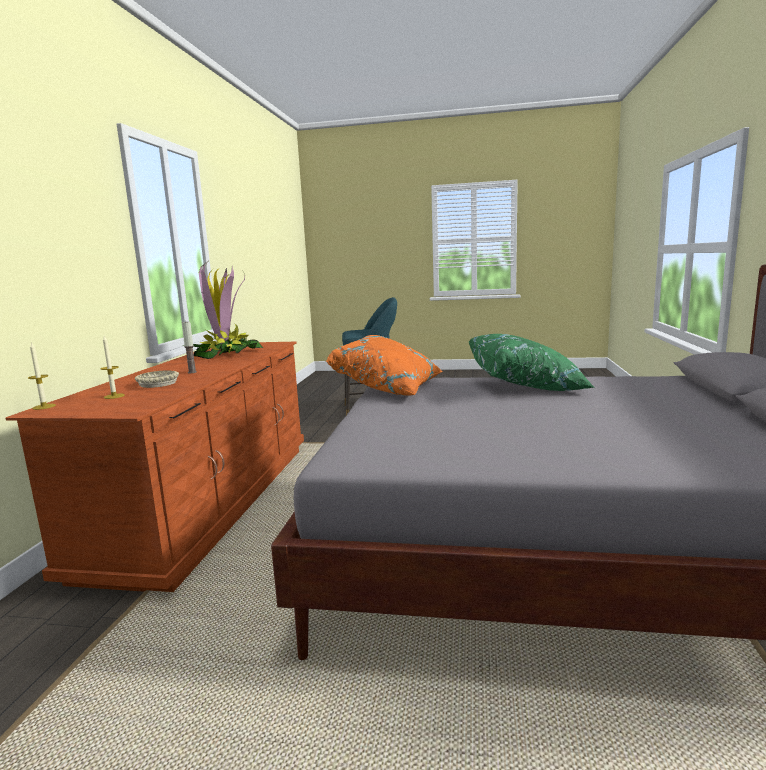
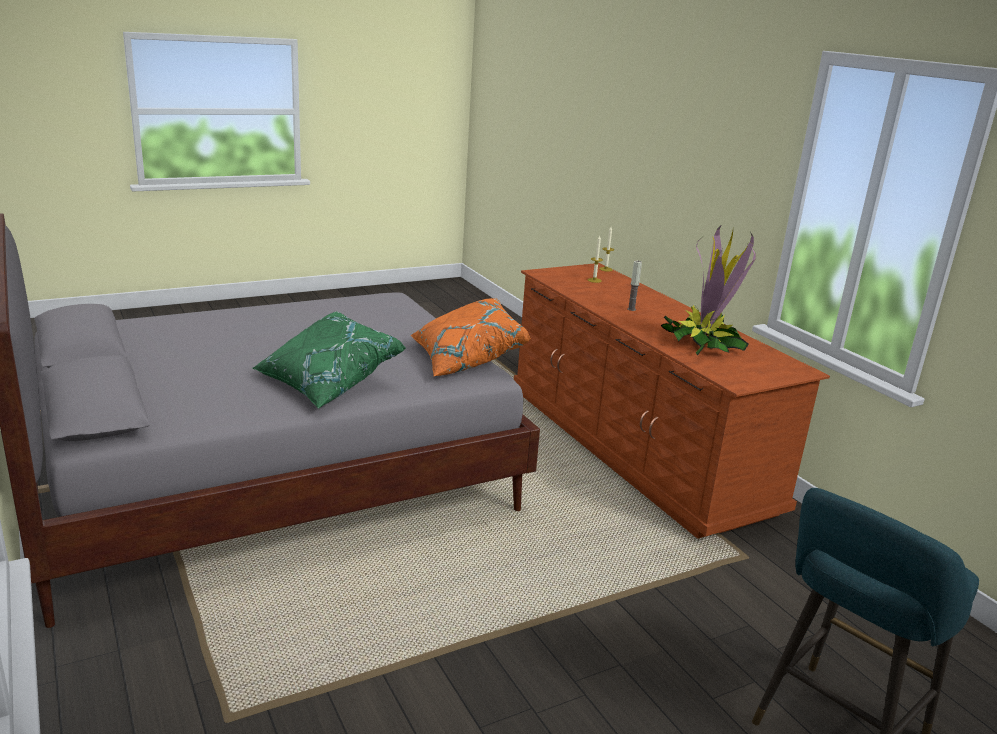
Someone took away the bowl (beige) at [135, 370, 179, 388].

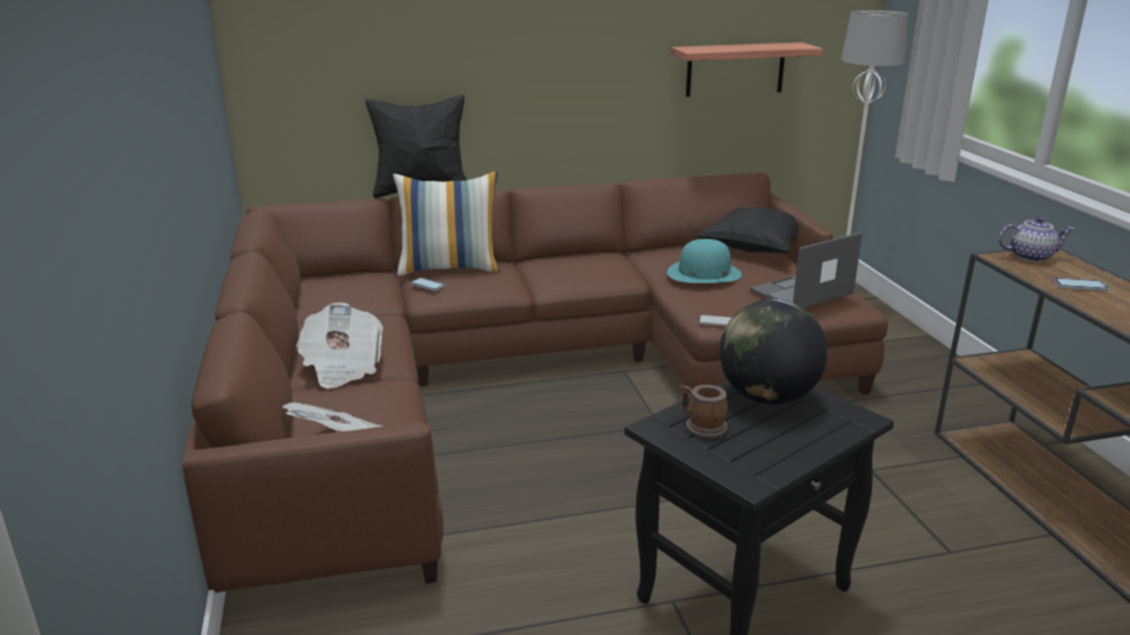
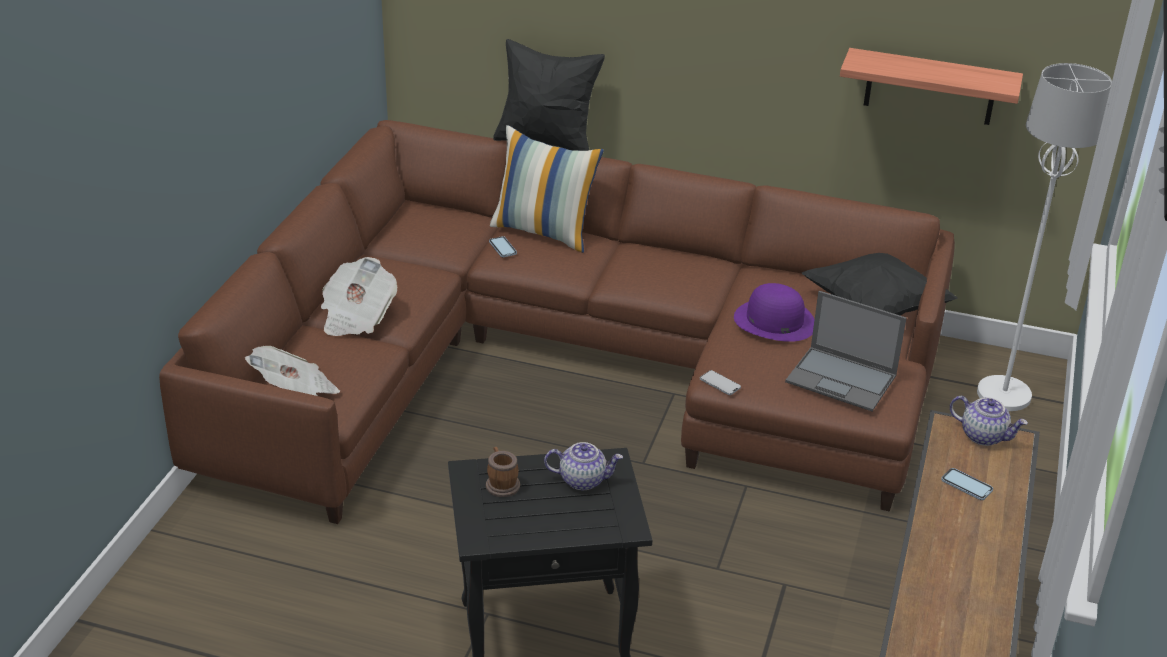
Someone swapped the globe at [719, 299, 828, 405] for the teapot at [544, 442, 623, 490]. Someone repainted the hat (turquoise) at [667, 239, 742, 283], which became the hat (purple) at [734, 283, 815, 342]. Someone rotated the laptop at [750, 232, 862, 308] by 150 degrees counterclockwise.

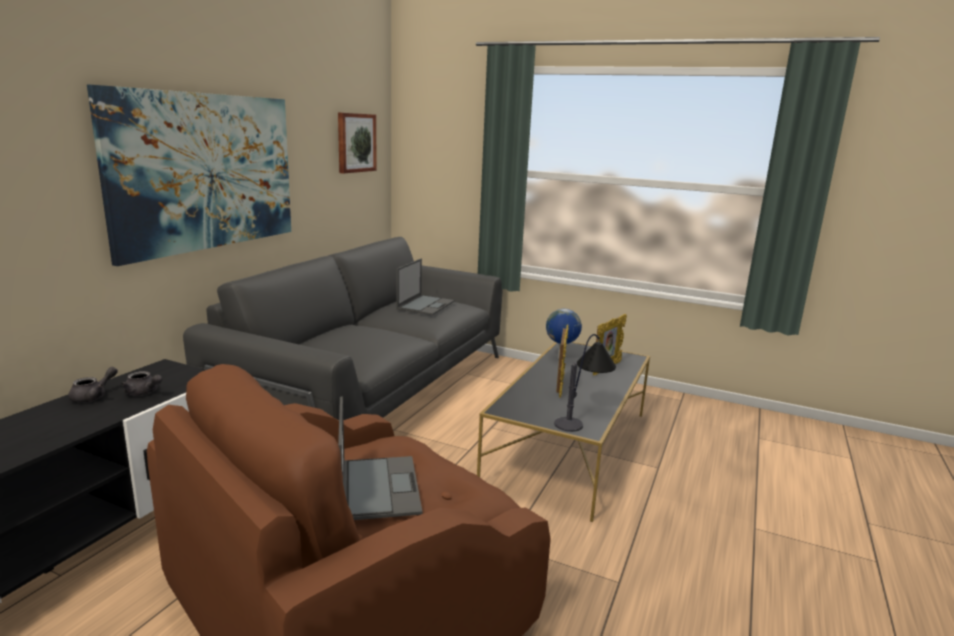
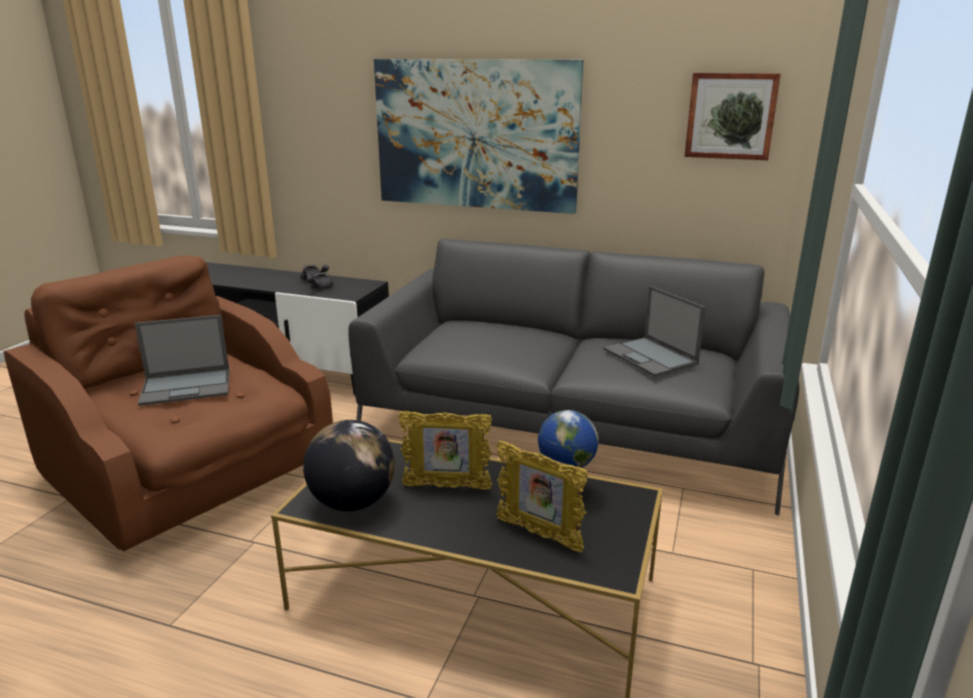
Someone swapped the table lamp at [554, 334, 616, 432] for the globe at [303, 420, 395, 511]. Someone rotated the laptop at [396, 259, 454, 315] by 45 degrees clockwise.

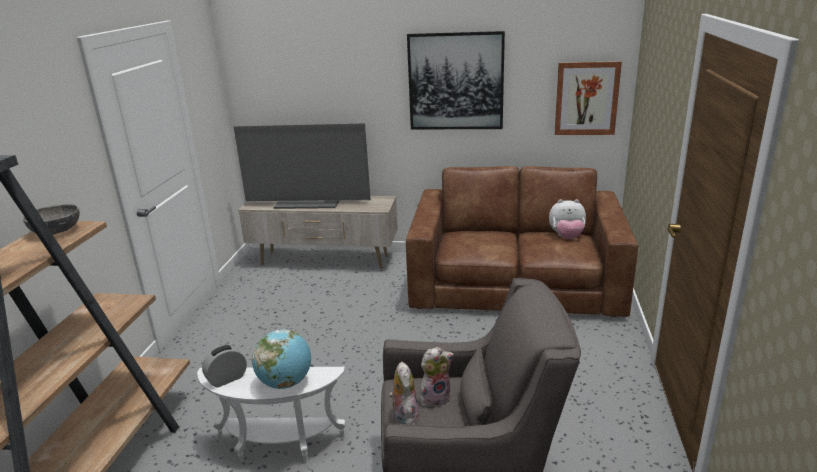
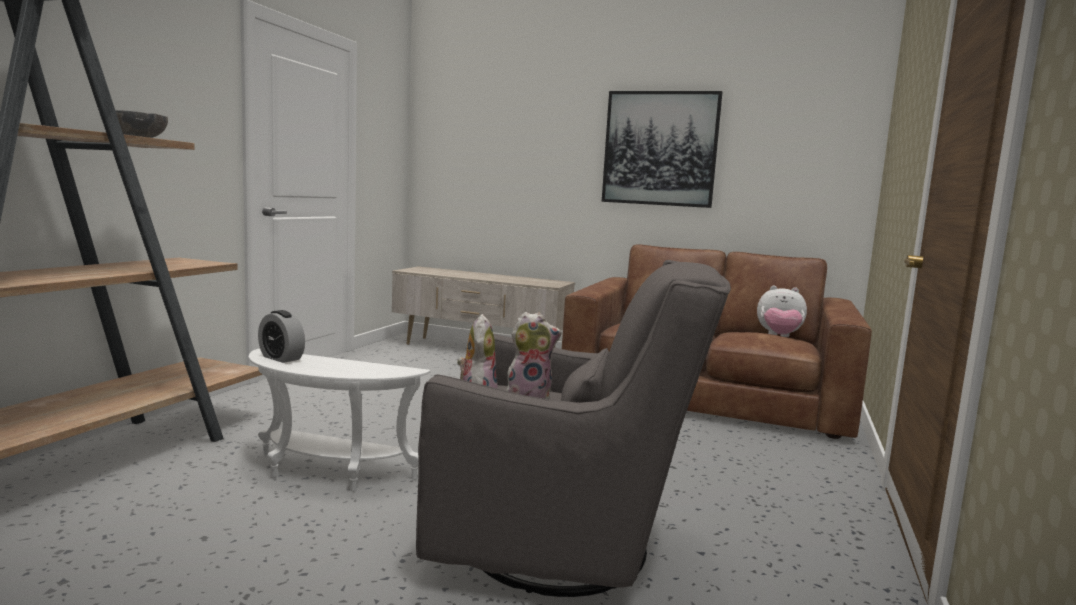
Someone rotated the alarm clock at [202, 345, 247, 388] by 120 degrees counterclockwise. Someone took away the television at [233, 123, 371, 209]. Someone took away the globe at [252, 329, 311, 389]. Someone took away the picture at [554, 61, 622, 135].

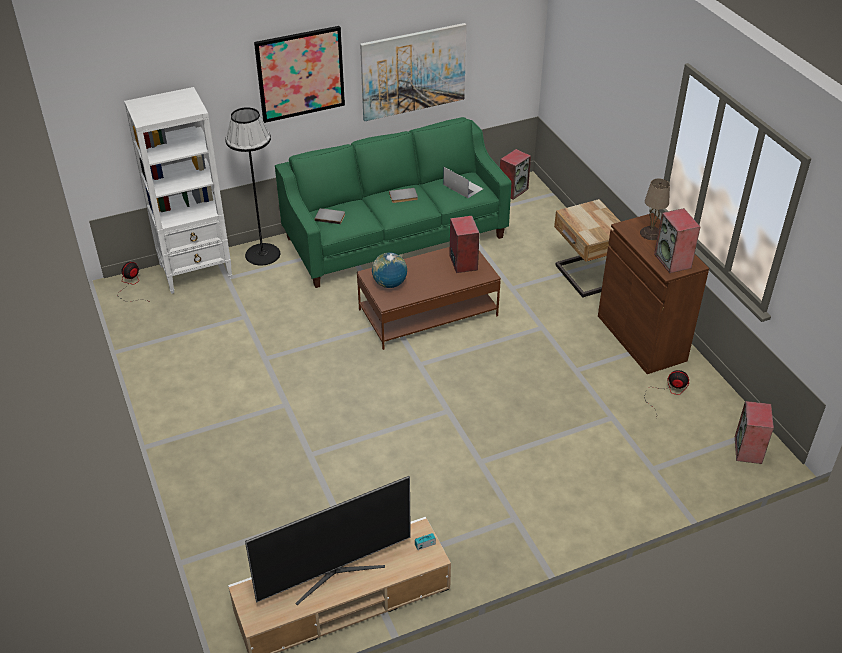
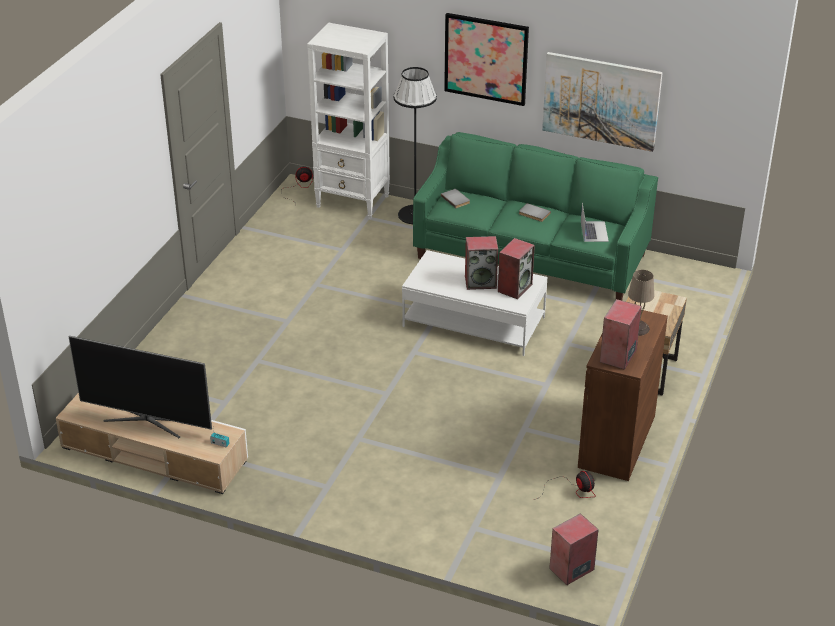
Someone repainted the coffee table (brown) at [357, 247, 501, 350], which became the coffee table (white) at [402, 250, 548, 356]. Someone carried the speaker from [500, 149, 531, 200] to [465, 236, 498, 290]. Someone took away the globe at [372, 253, 407, 288].

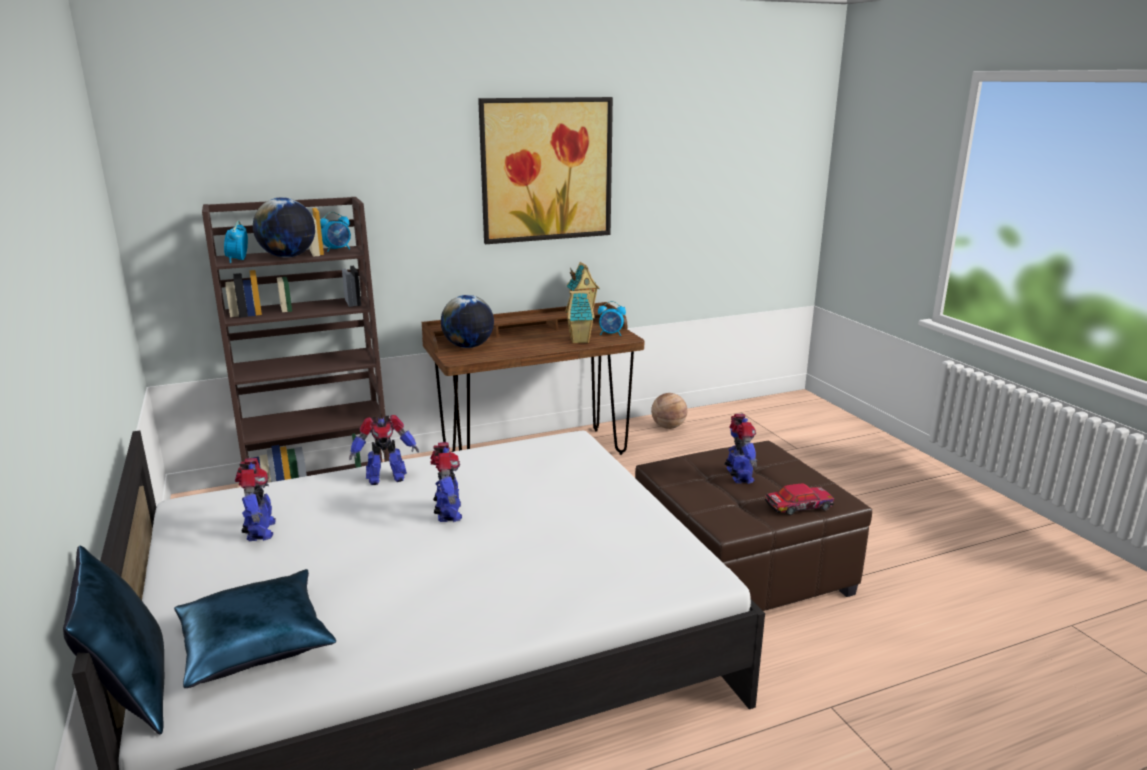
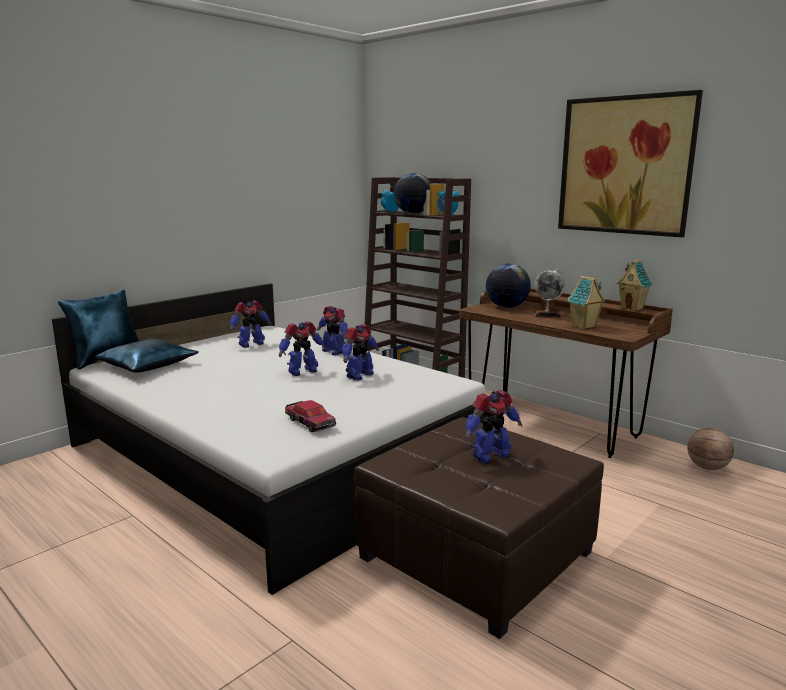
Someone carried the toy car from [765, 483, 834, 515] to [285, 400, 336, 432]. Someone put down the toy robot at [342, 324, 379, 381]. Someone put down the globe at [533, 269, 566, 317]. Someone took away the alarm clock at [598, 301, 626, 336].

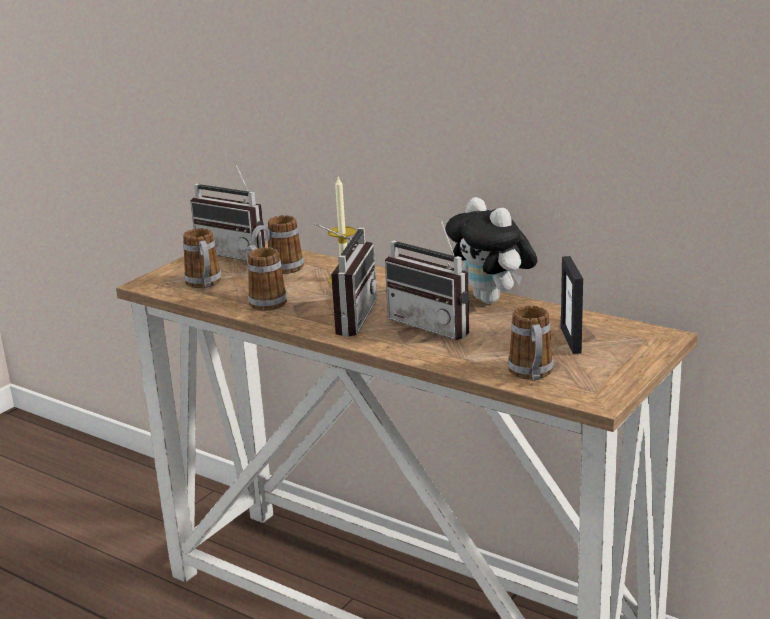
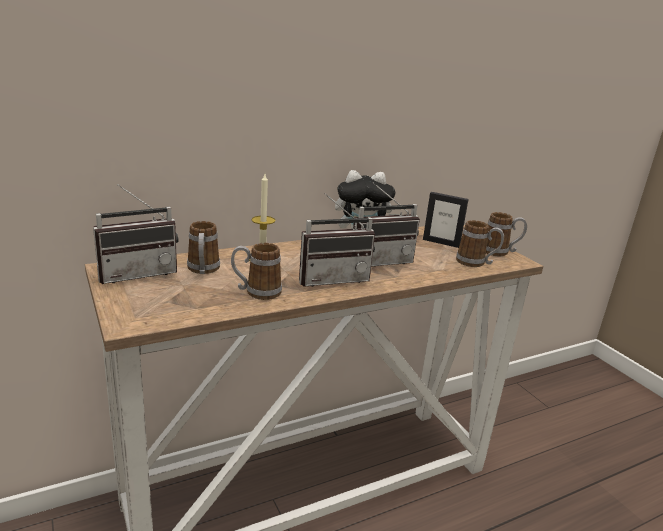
Someone rotated the radio at [313, 223, 377, 337] by 120 degrees clockwise. Someone carried the mug from [183, 228, 222, 288] to [486, 212, 527, 256].

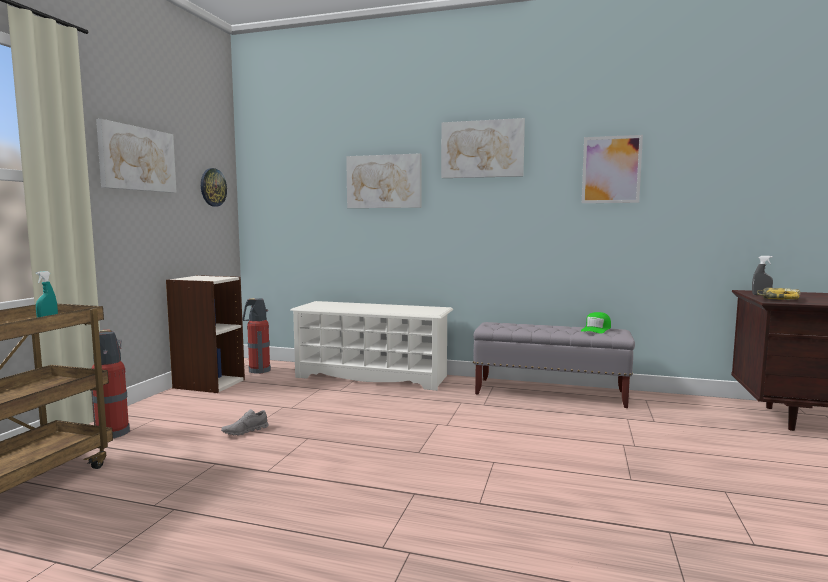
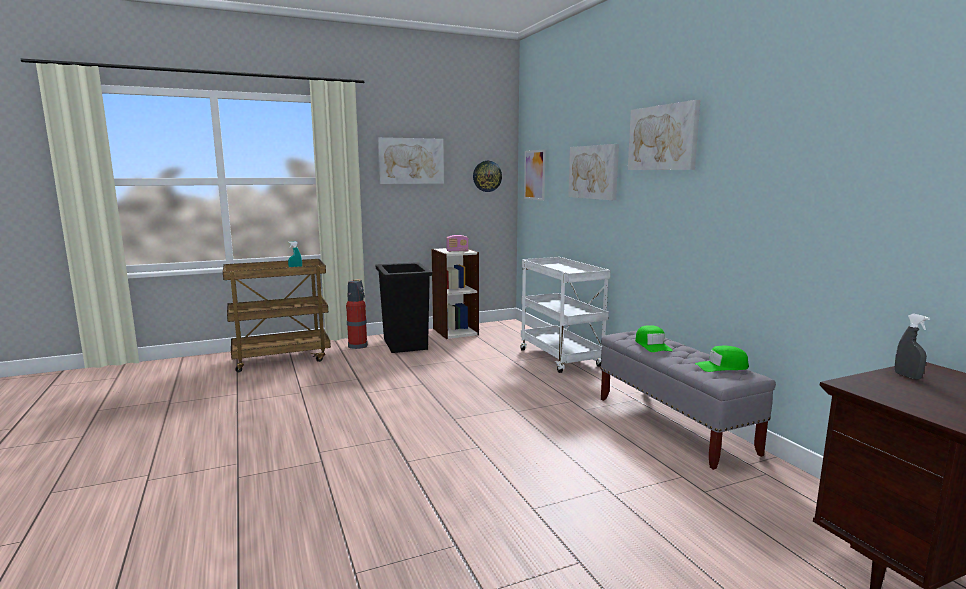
Someone put down the trash can (black) at [376, 262, 432, 353]. Someone put down the radio at [446, 235, 469, 252]. Someone swapped the shoe rack (white) at [290, 301, 454, 391] for the cart (white) at [520, 257, 611, 373]. Someone carried the picture from [582, 135, 643, 203] to [524, 150, 546, 201]. Someone put down the cap (green) at [635, 325, 673, 352]. Someone took away the shoe (grey) at [221, 409, 269, 436]. Someone took away the fire extinguisher at [242, 298, 271, 374]. Someone took away the power drill at [757, 288, 800, 300].

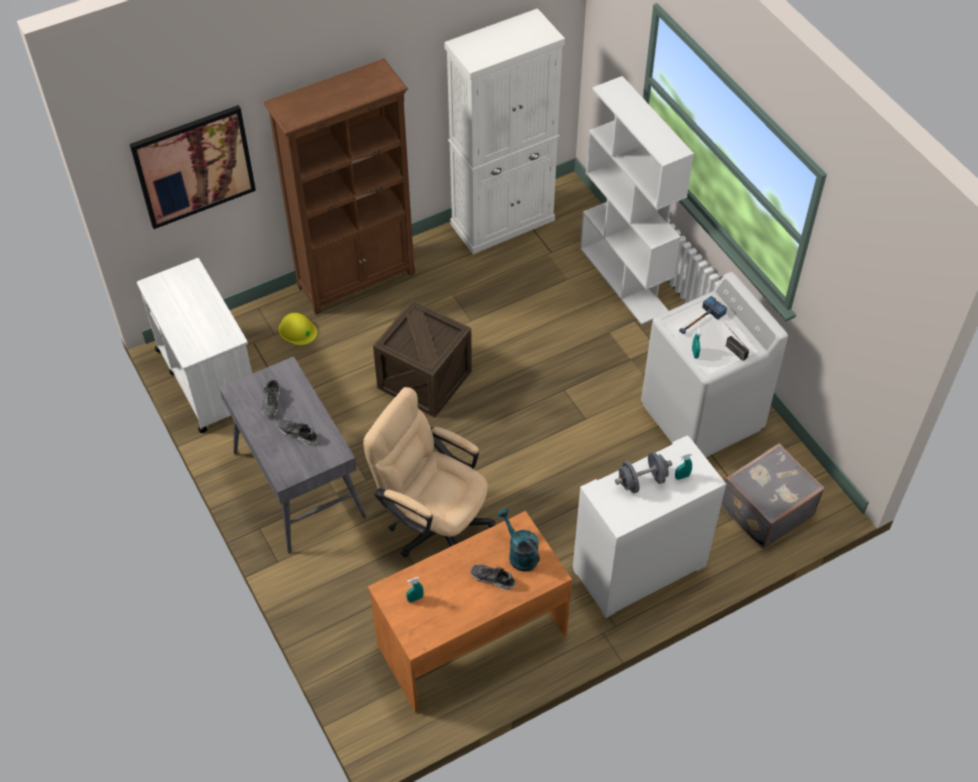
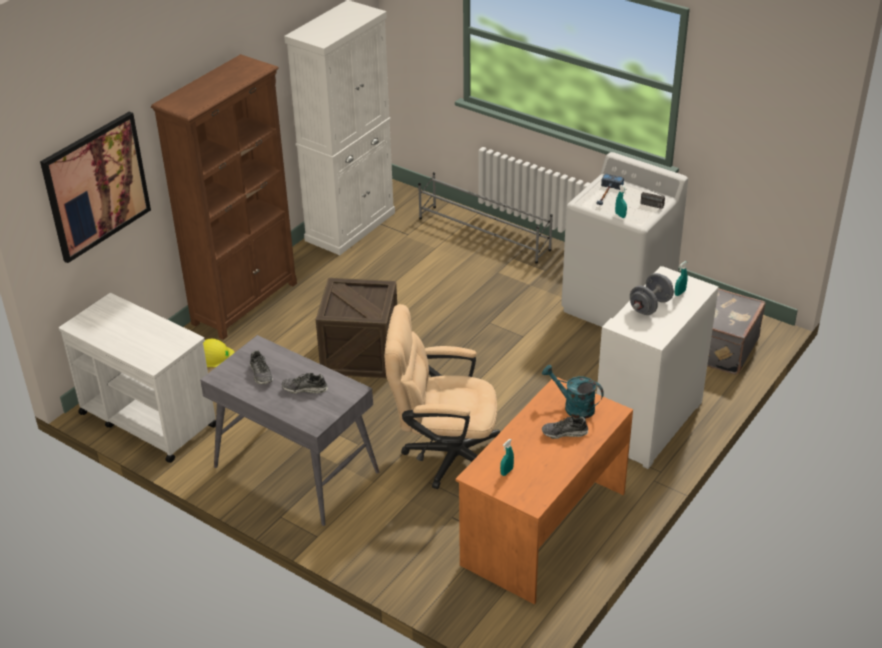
Someone swapped the bookcase (white) at [580, 76, 694, 325] for the shoe rack (grey) at [418, 172, 553, 264].

